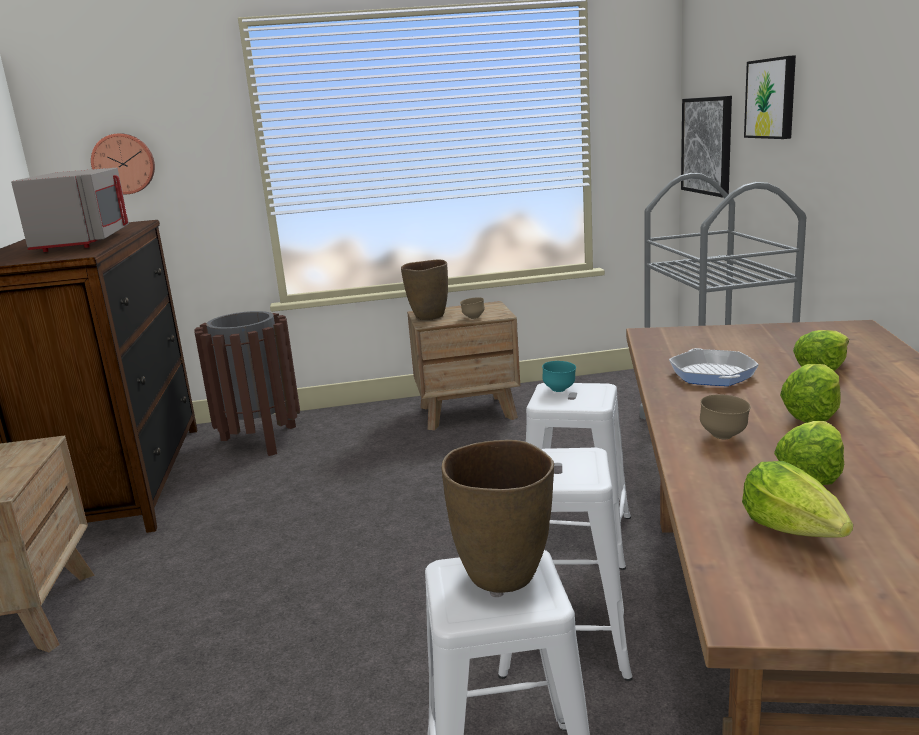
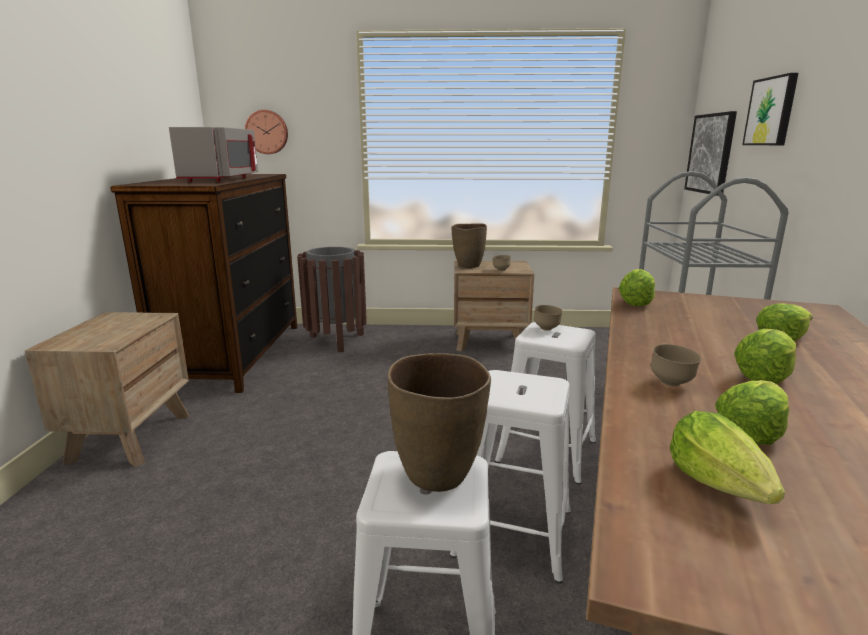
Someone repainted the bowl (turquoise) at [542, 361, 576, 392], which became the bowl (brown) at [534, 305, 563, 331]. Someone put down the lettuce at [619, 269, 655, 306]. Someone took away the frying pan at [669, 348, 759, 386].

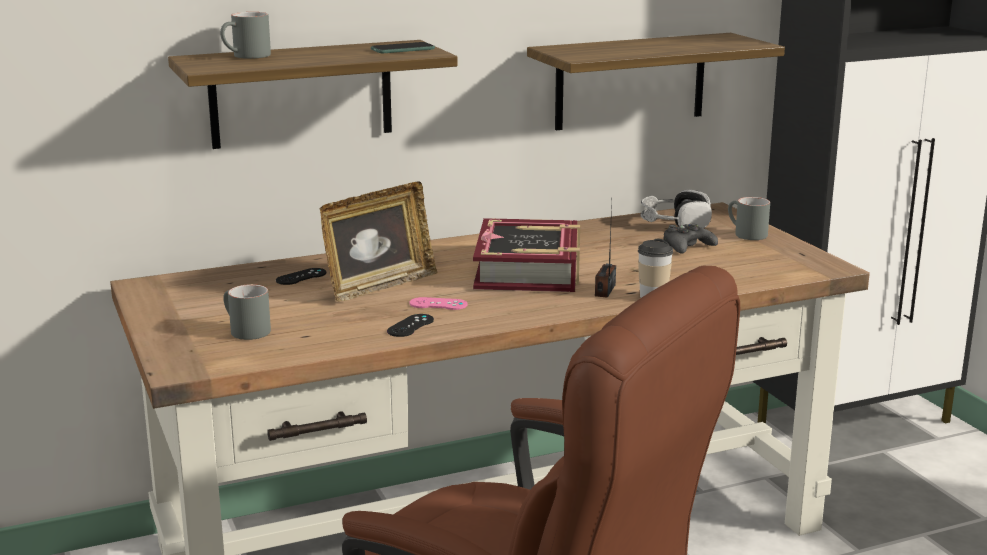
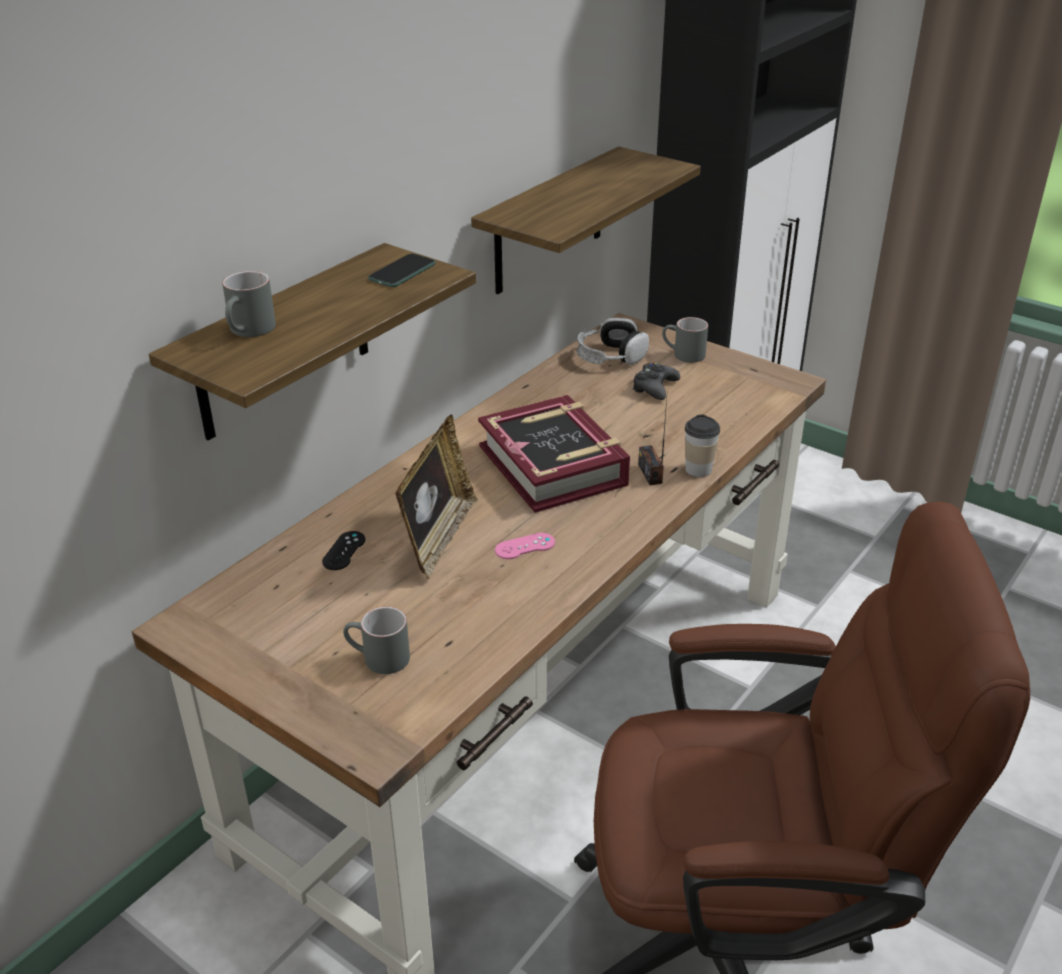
Someone took away the game controller (black) at [387, 314, 434, 337].

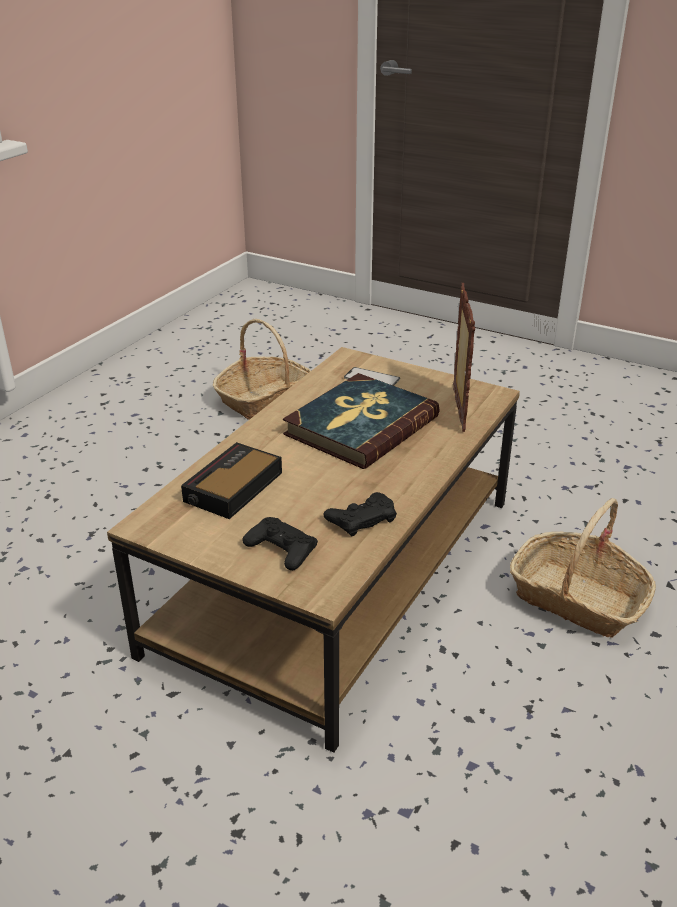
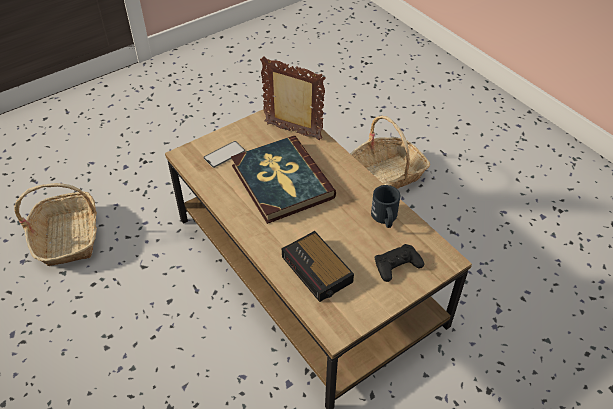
Someone swapped the game controller (black) at [324, 492, 397, 536] for the mug (black) at [371, 185, 400, 228].

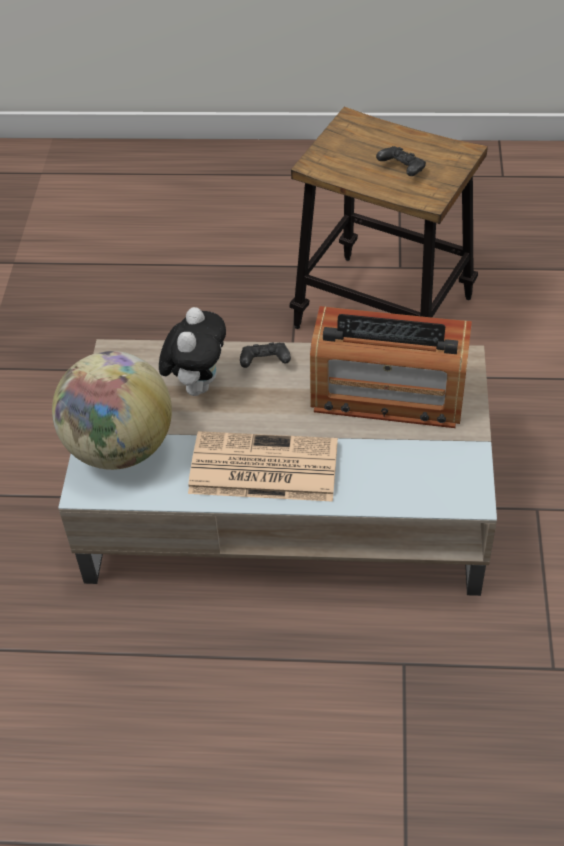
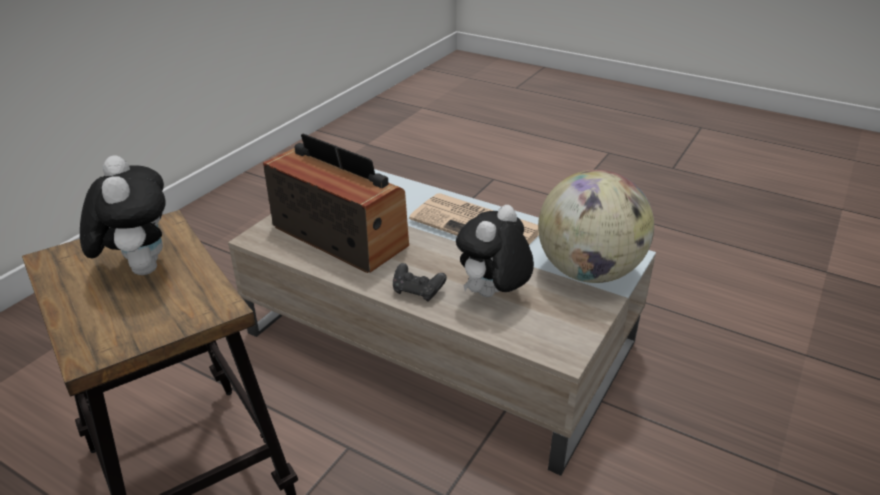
Someone swapped the game controller (black) at [376, 146, 426, 176] for the plush toy at [80, 155, 166, 275].

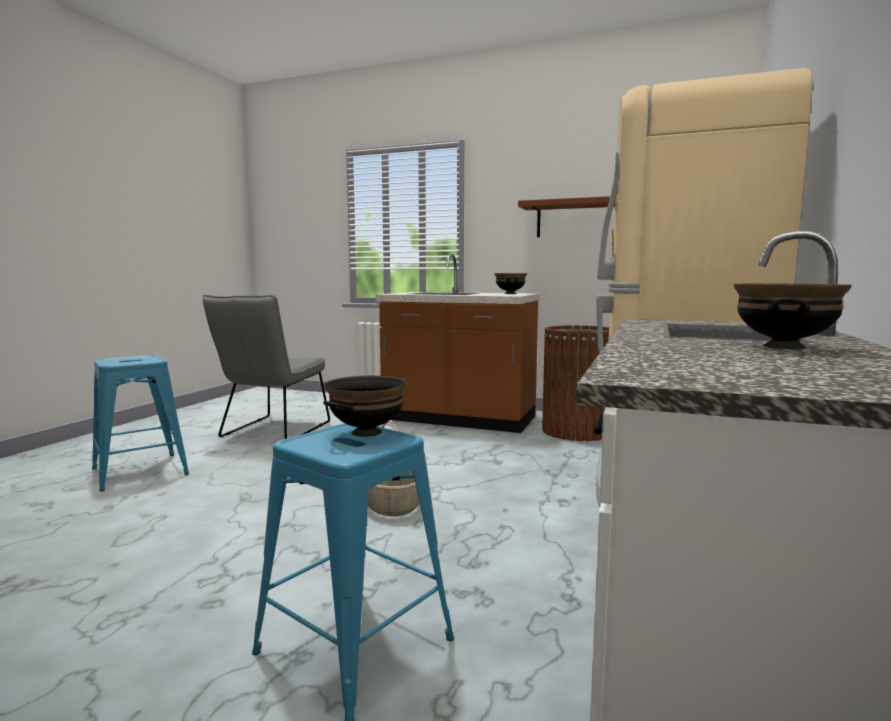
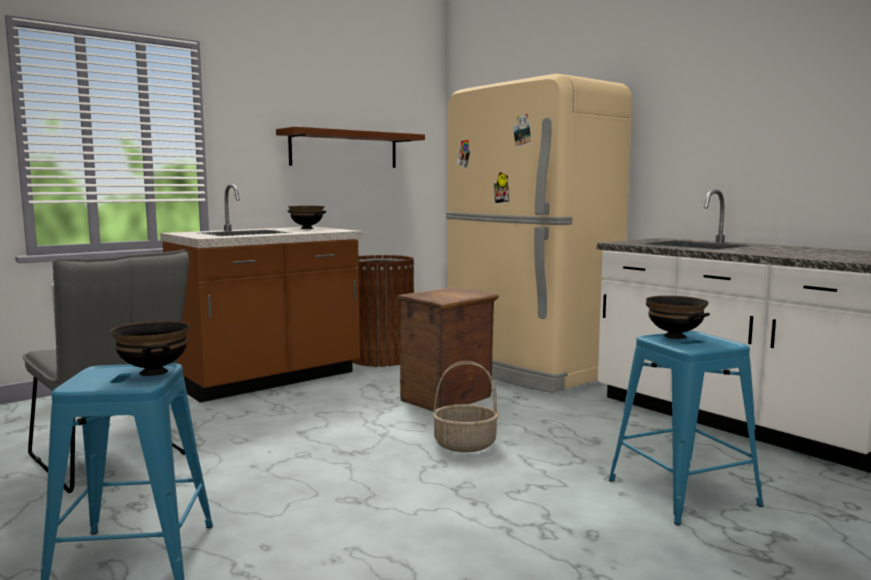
Someone carried the bowl (black) from [734, 284, 852, 349] to [111, 321, 190, 376]. Someone put down the crate at [397, 287, 499, 412].

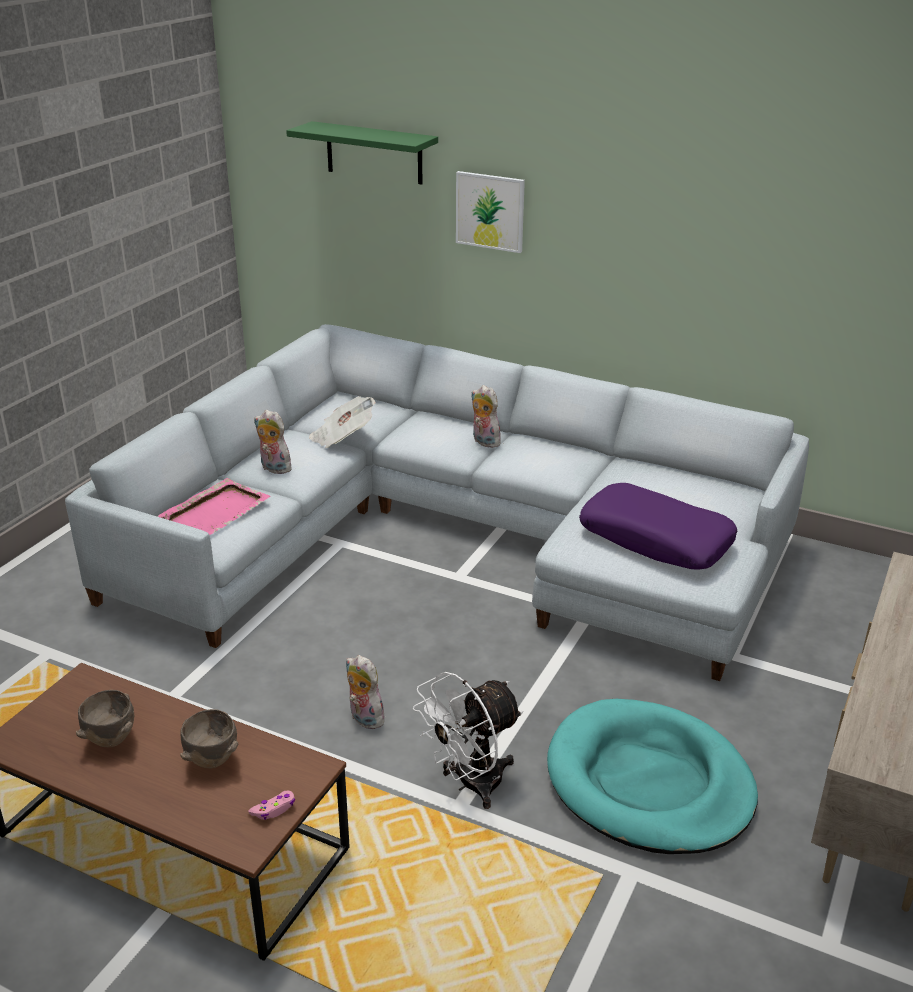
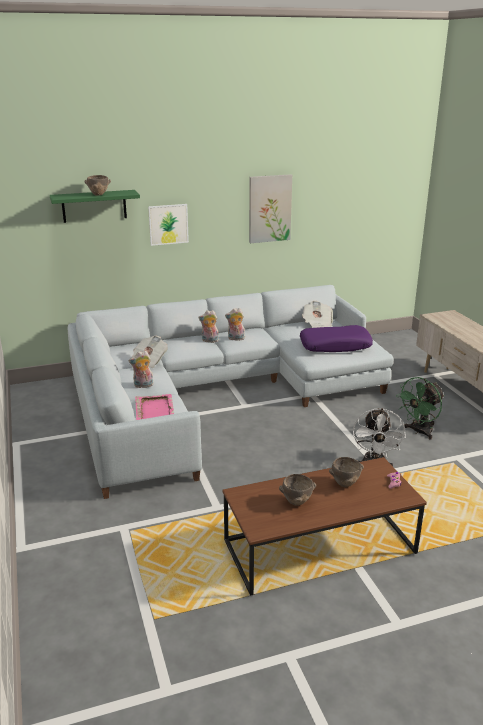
Someone put down the bowl (brown) at [85, 175, 111, 196]. Someone carried the plush toy from [346, 655, 384, 729] to [225, 308, 245, 340]. Someone put up the picture at [249, 174, 292, 243]. Someone put down the newspaper at [302, 301, 333, 328]. Someone swapped the dog bed (turquoise) at [547, 699, 758, 854] for the fan (green) at [396, 377, 445, 439].

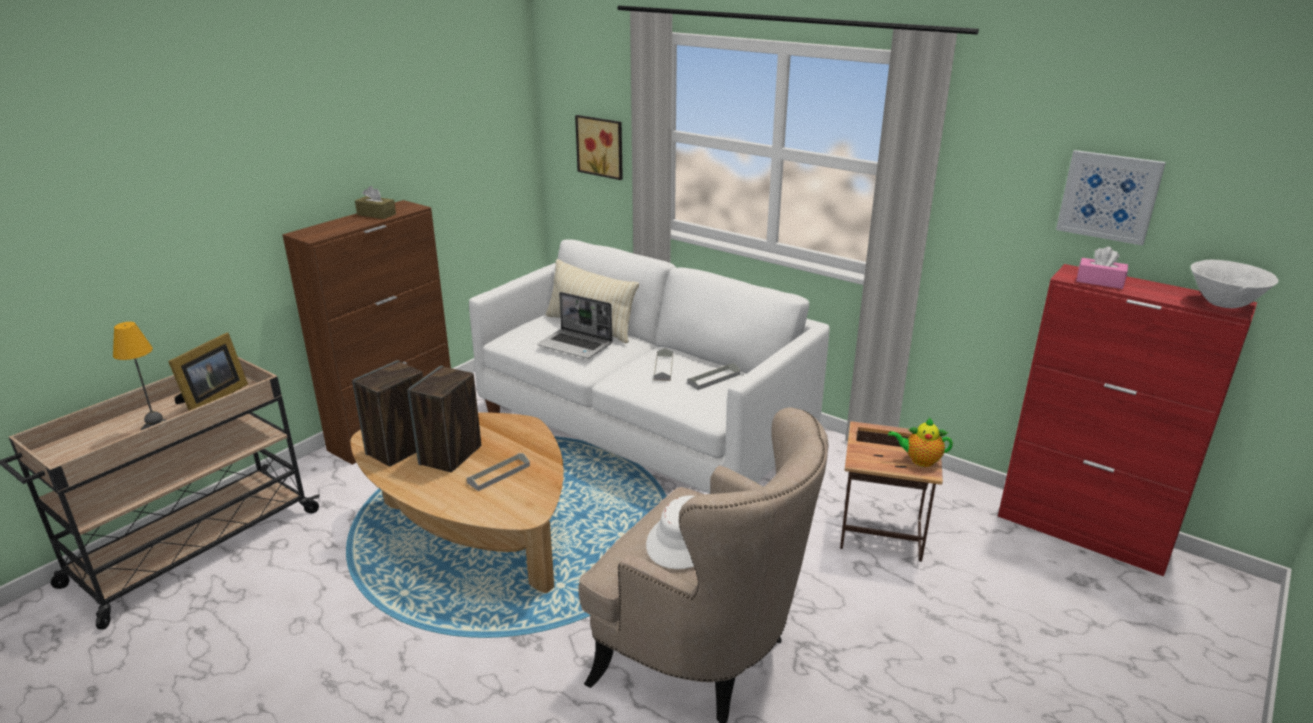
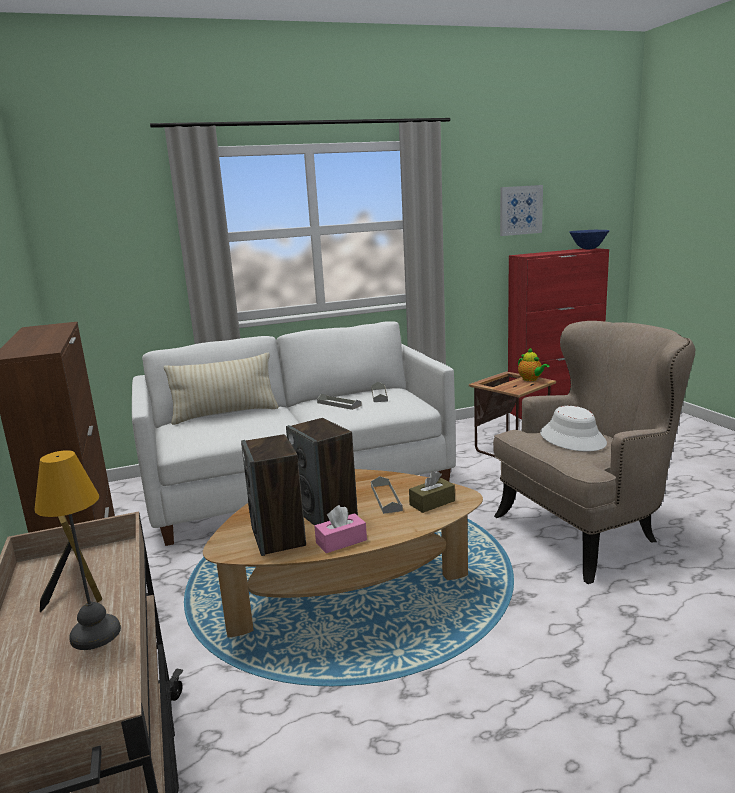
Someone carried the tissue box (pink) from [1076, 247, 1128, 289] to [314, 505, 367, 553]. Someone carried the tissue box (brown) from [355, 186, 396, 219] to [409, 471, 455, 513]. Someone rotated the teapot at [888, 418, 953, 467] by 75 degrees counterclockwise. Someone repainted the bowl (white) at [1191, 260, 1278, 308], which became the bowl (blue) at [569, 230, 610, 249]. Someone took away the laptop at [537, 292, 612, 359]. Someone took away the picture at [575, 115, 623, 180].

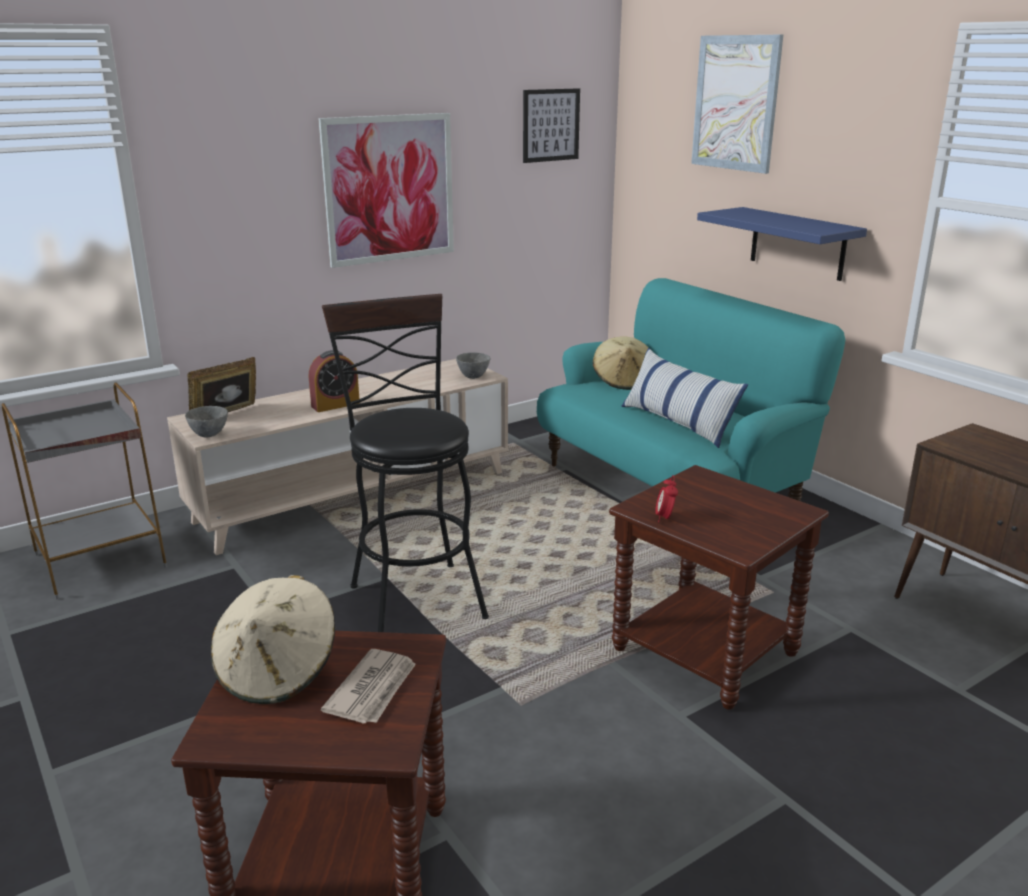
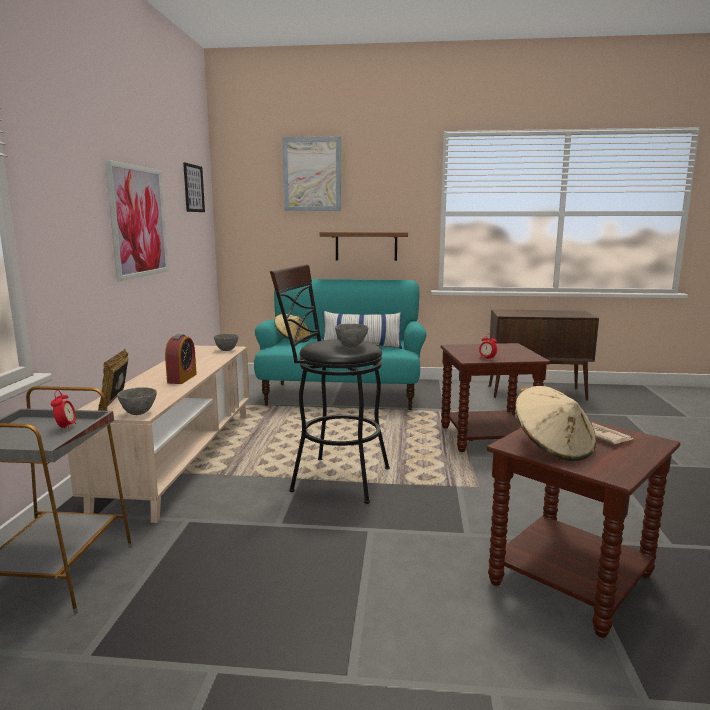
Someone put down the alarm clock at [51, 390, 76, 430]. Someone repainted the shelf (blue) at [697, 207, 867, 281], which became the shelf (brown) at [320, 232, 408, 261]. Someone put down the bowl (grey) at [335, 324, 369, 347].

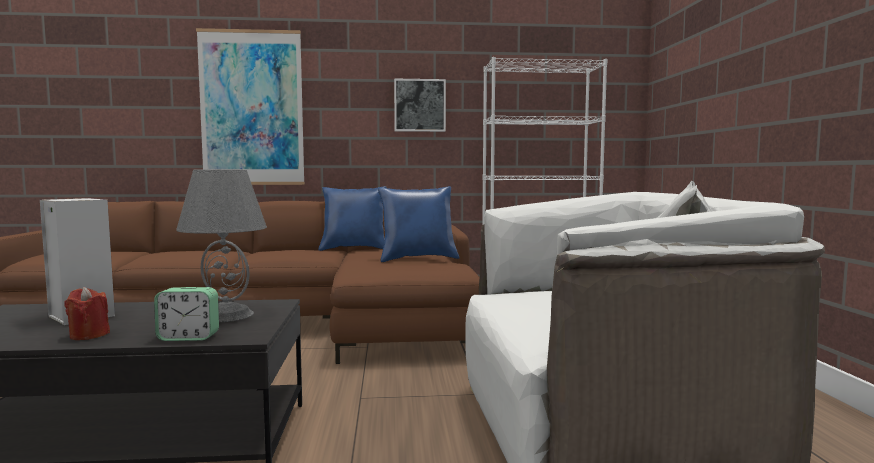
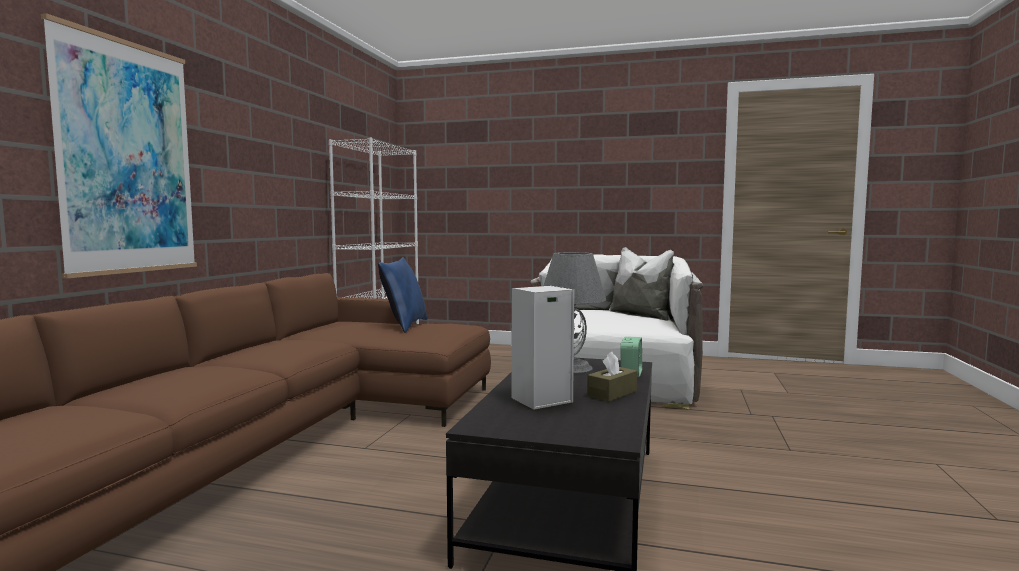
Someone swapped the candle (red) at [65, 287, 110, 340] for the tissue box (brown) at [587, 352, 637, 402]. Someone took away the pillow (blue) at [318, 186, 387, 251]. Someone took away the picture at [394, 79, 446, 132].

